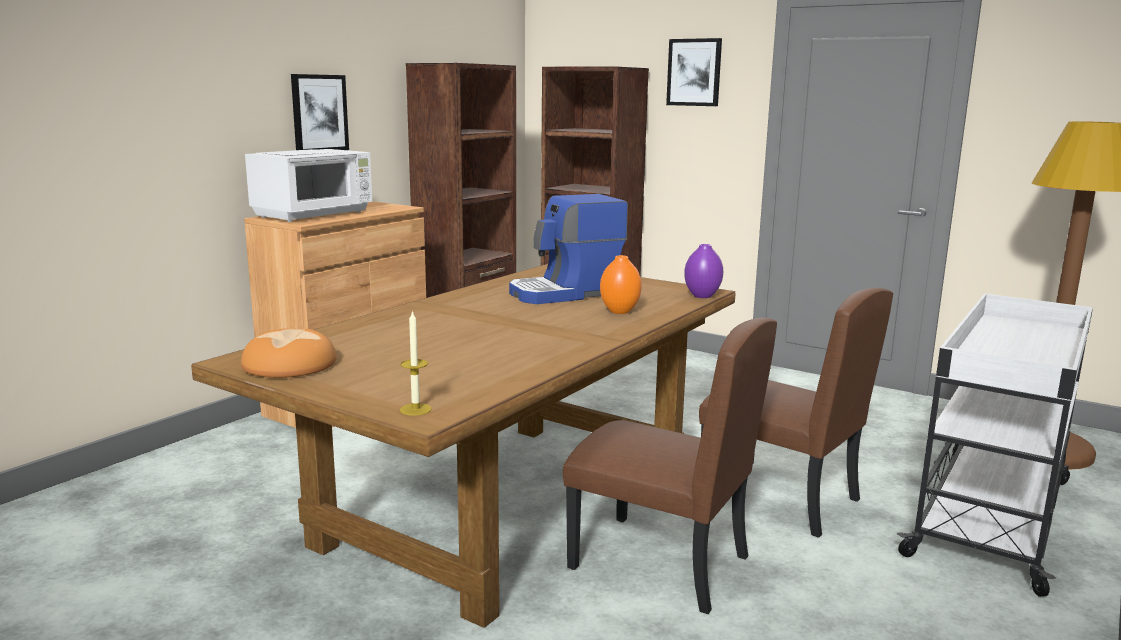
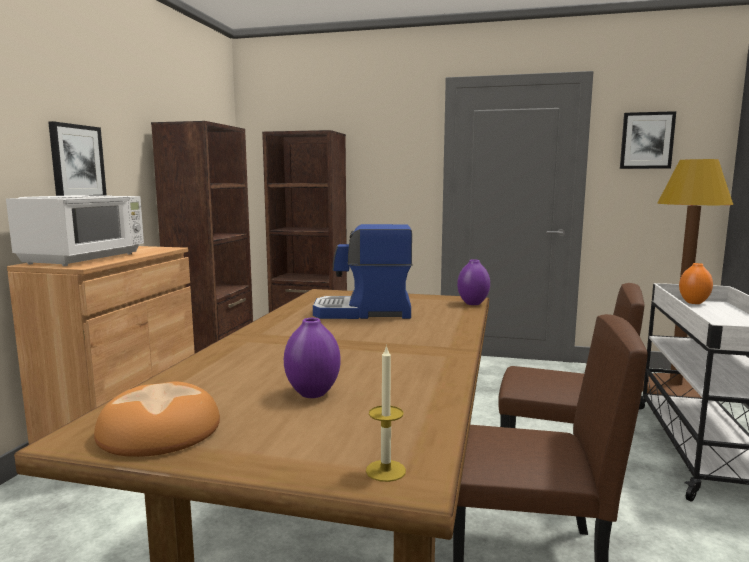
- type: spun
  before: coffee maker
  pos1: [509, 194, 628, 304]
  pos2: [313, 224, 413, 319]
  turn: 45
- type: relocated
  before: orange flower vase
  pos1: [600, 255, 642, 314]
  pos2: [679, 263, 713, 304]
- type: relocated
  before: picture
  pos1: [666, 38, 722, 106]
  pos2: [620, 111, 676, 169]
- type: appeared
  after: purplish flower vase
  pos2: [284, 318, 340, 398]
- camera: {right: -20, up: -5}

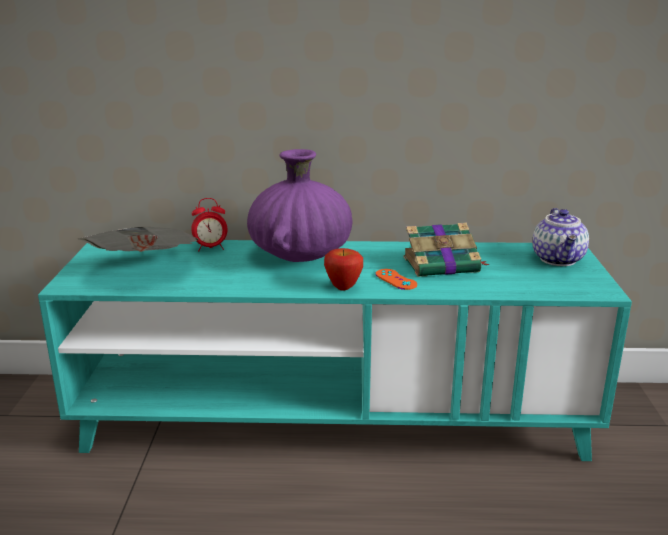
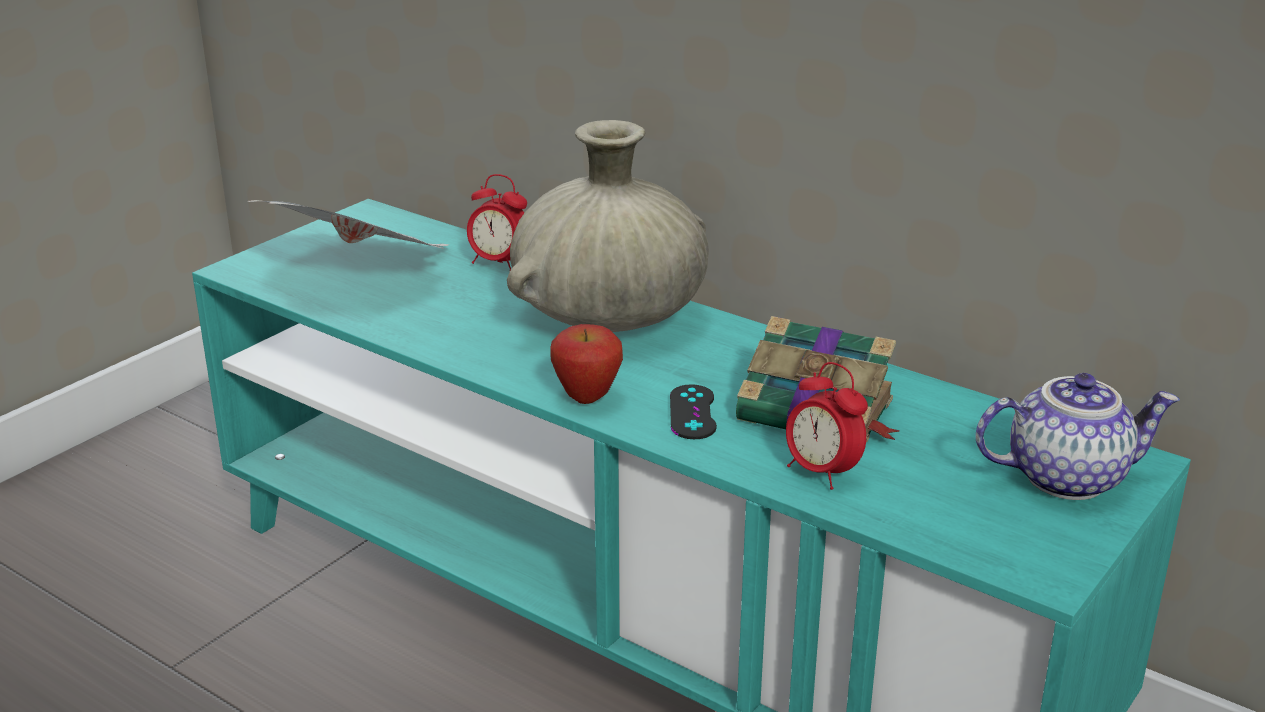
- type: colour
  before: purplish flower vase
  after: beige-coloured flower vase
  pos1: [247, 149, 352, 262]
  pos2: [507, 120, 709, 332]
- type: colour
  before: orange joypad
  after: black-coloured joypad
  pos1: [375, 269, 417, 290]
  pos2: [670, 384, 717, 439]
- type: spun
  before: tea pot
  pos1: [532, 208, 589, 266]
  pos2: [975, 373, 1180, 500]
  turn: -135
- type: appeared
  after: table clock
  pos2: [786, 362, 868, 490]
- camera: {right: 35, up: 5}

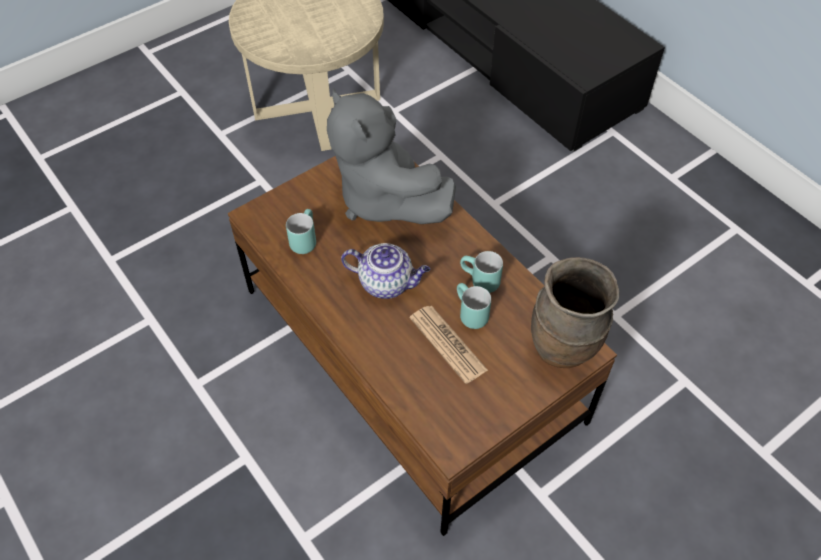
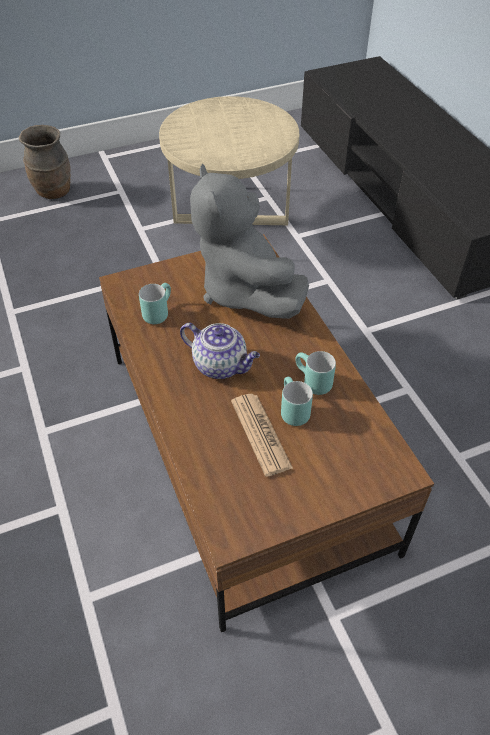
- type: relocated
  before: brown-coloured flower vase
  pos1: [531, 257, 620, 368]
  pos2: [19, 125, 71, 199]
- camera: {right: 15, up: -5}

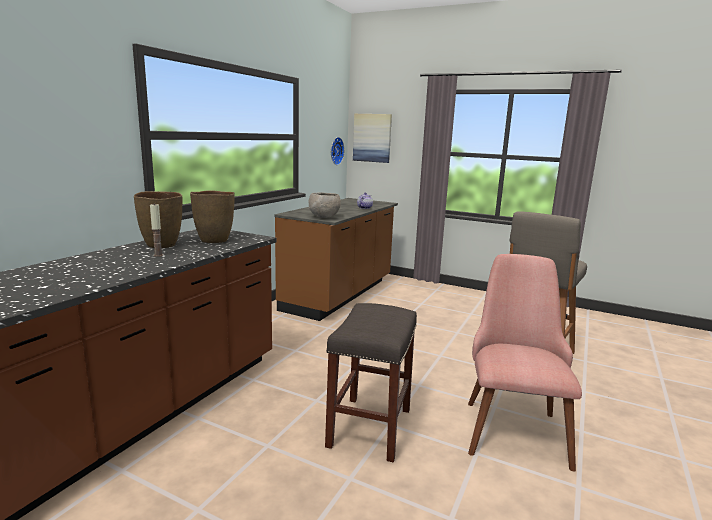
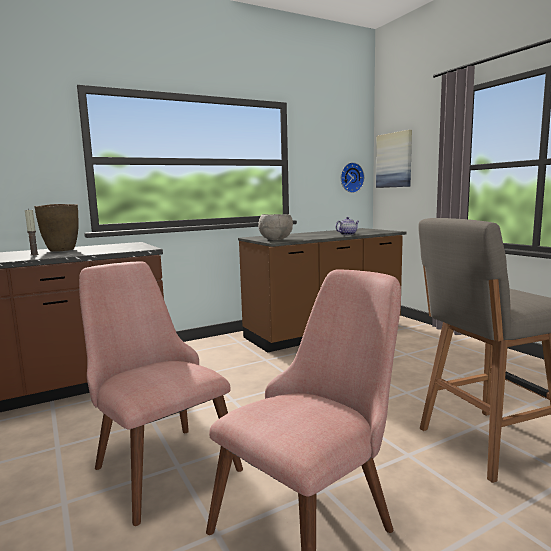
- type: missing
  before: brown-coloured flower vase
  pos1: [190, 190, 235, 243]
- type: exchanged
  before: gray stool
  after: pink-coloured plain chair
  pos1: [325, 303, 417, 463]
  pos2: [79, 261, 243, 526]
- camera: {right: 35, up: -5}

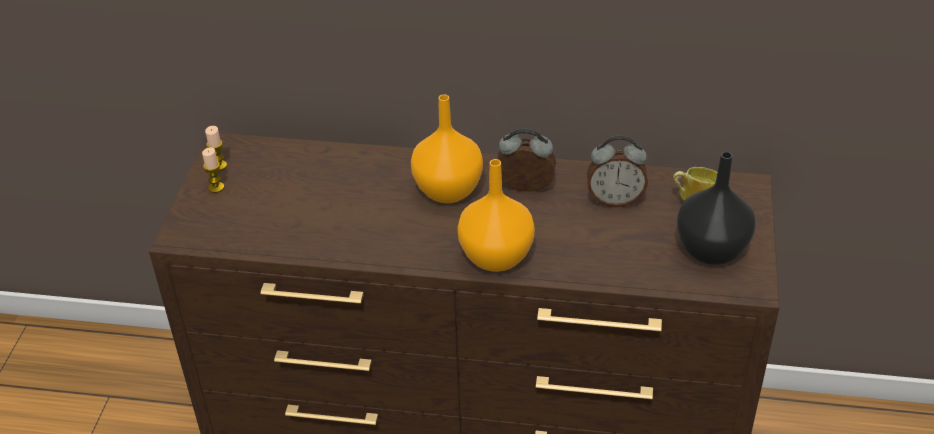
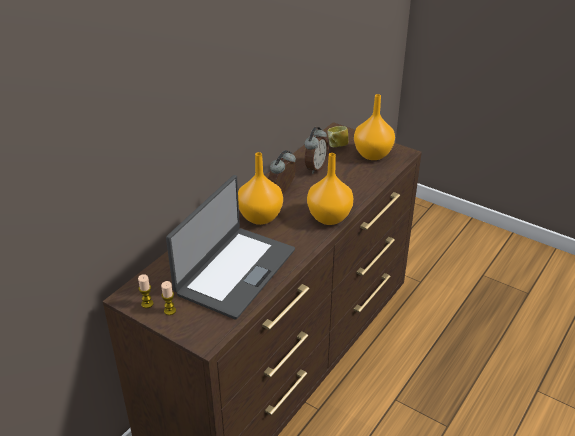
- type: colour
  before: black-coloured flower vase
  after: orange flower vase
  pos1: [677, 152, 756, 265]
  pos2: [354, 94, 395, 160]
- type: appeared
  after: notebook computer
  pos2: [166, 175, 295, 320]
- camera: {right: -65, up: -5}

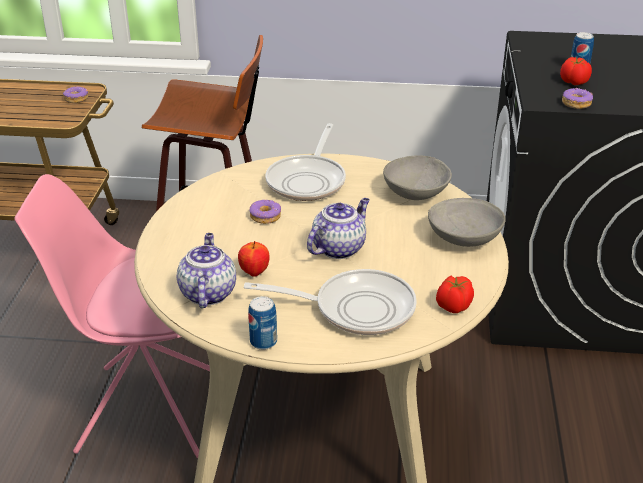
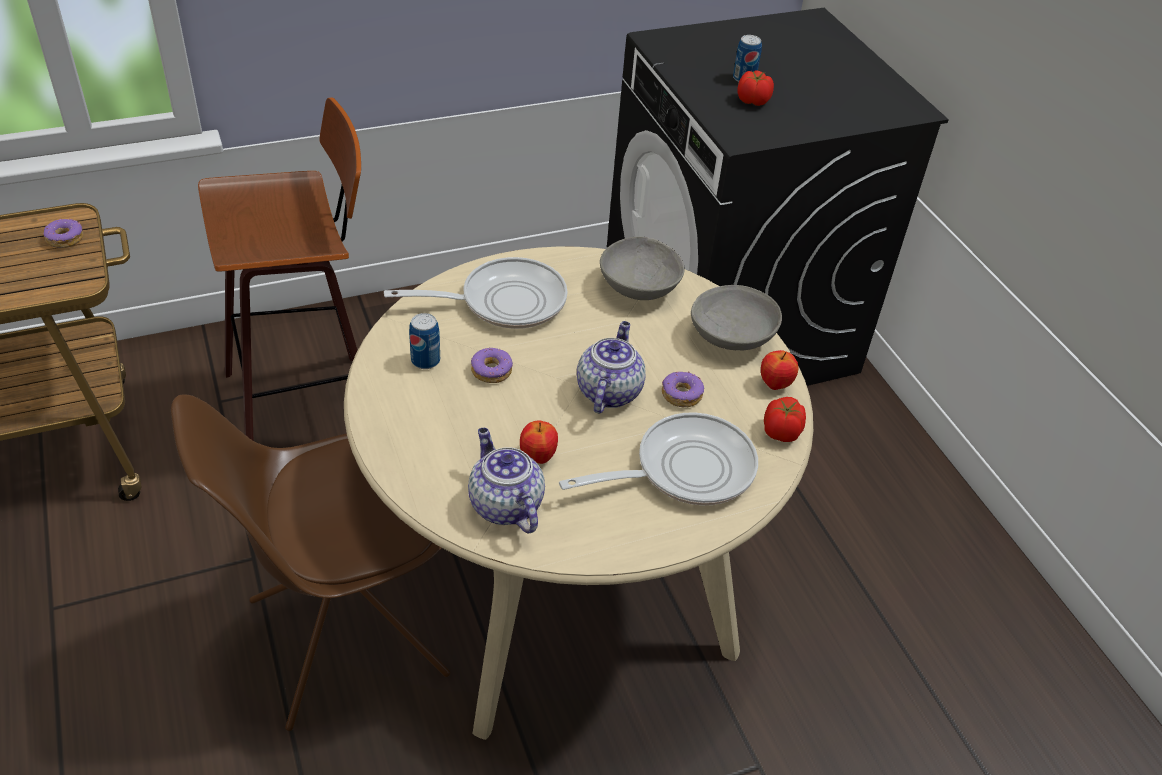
- type: colour
  before: pink-coloured plain chair
  after: brown-coloured plain chair
  pos1: [14, 174, 210, 458]
  pos2: [171, 394, 450, 731]
- type: relocated
  before: can
  pos1: [248, 296, 277, 350]
  pos2: [409, 313, 440, 369]
- type: spun
  before: skillet
  pos1: [266, 123, 346, 201]
  pos2: [384, 257, 567, 329]
  turn: -90
- type: relocated
  before: ring doughnut
  pos1: [562, 88, 593, 109]
  pos2: [662, 372, 704, 408]
- type: appeared
  after: apple fruit
  pos2: [761, 350, 798, 390]
- camera: {right: -30, up: 10}

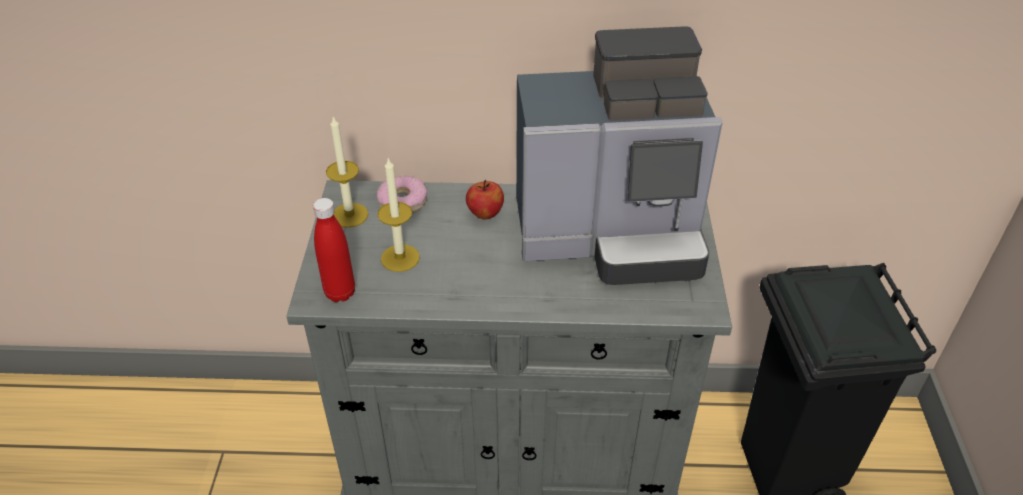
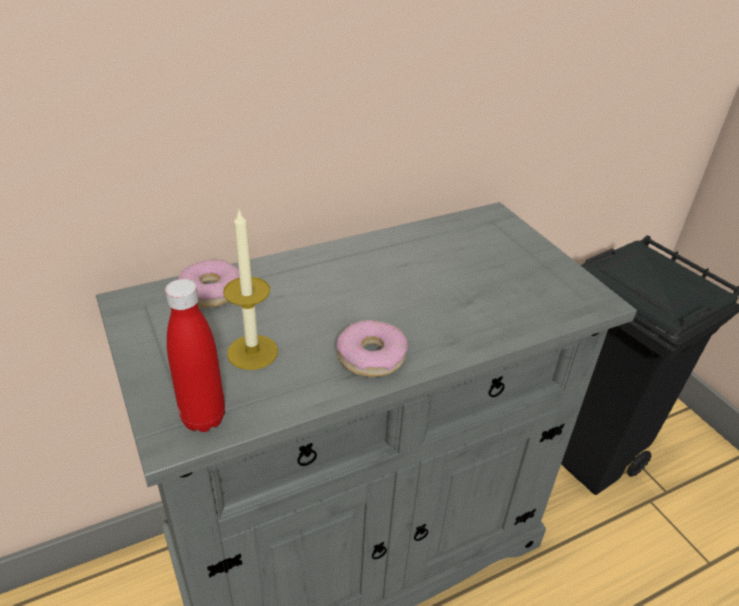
- type: missing
  before: wax light
  pos1: [326, 116, 368, 228]
- type: missing
  before: apple fruit
  pos1: [466, 180, 504, 219]
- type: missing
  before: coffee maker
  pos1: [516, 26, 723, 285]
- type: appeared
  after: ring doughnut
  pos2: [336, 320, 408, 377]
- camera: {right: -30, up: -5}

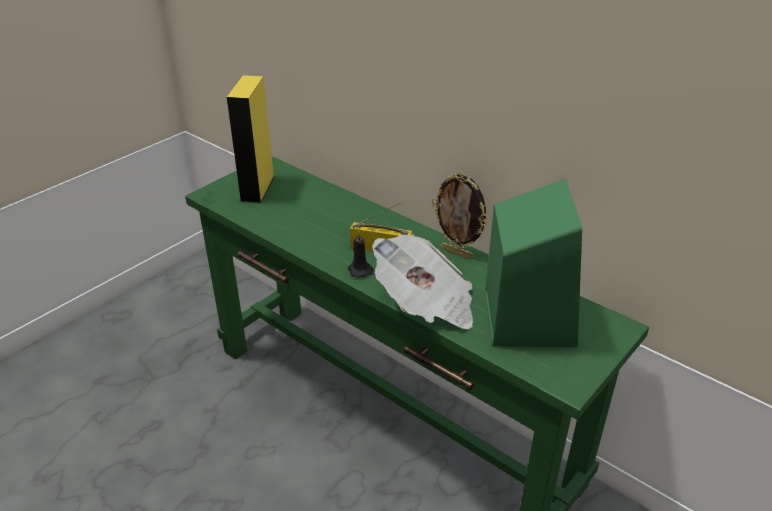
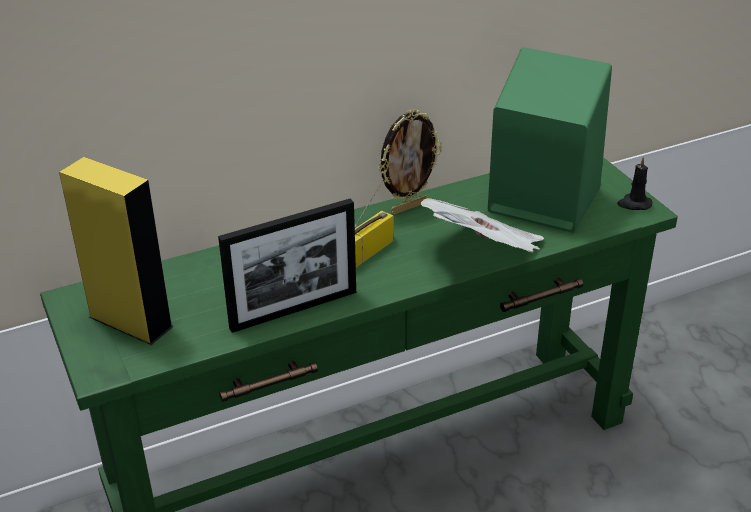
- type: relocated
  before: black-coloured wax light
  pos1: [348, 232, 373, 278]
  pos2: [617, 157, 652, 210]
- type: appeared
  after: standing frame
  pos2: [218, 199, 356, 333]
- camera: {right: -65, up: 0}

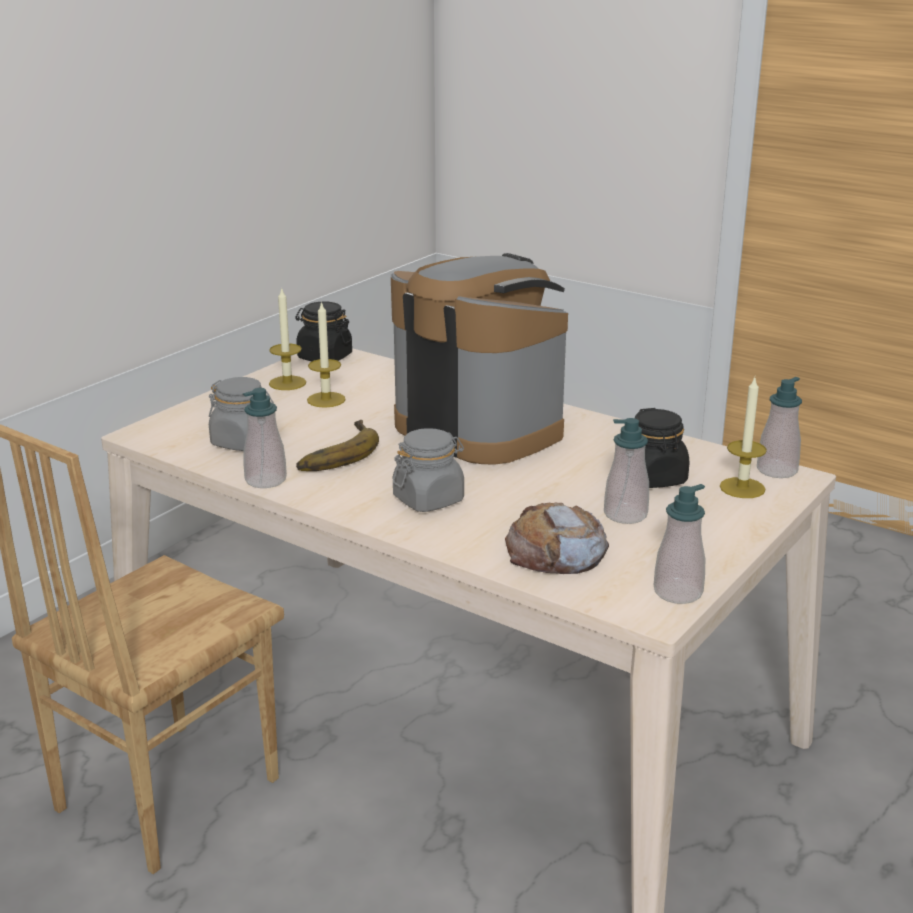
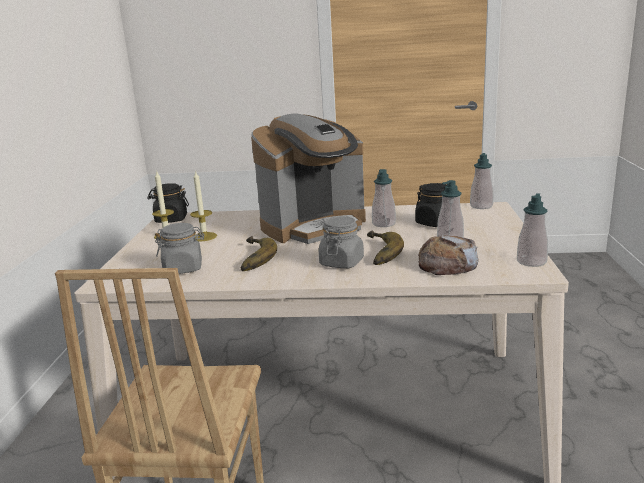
- type: relocated
  before: liquid soap bottle
  pos1: [243, 388, 287, 488]
  pos2: [372, 169, 396, 227]
- type: spun
  before: coffee maker
  pos1: [391, 253, 568, 465]
  pos2: [251, 113, 366, 244]
  turn: 135
- type: missing
  before: wax light
  pos1: [720, 378, 767, 498]
- type: appeared
  after: whole banana
  pos2: [367, 231, 404, 265]
- camera: {right: -30, up: -5}

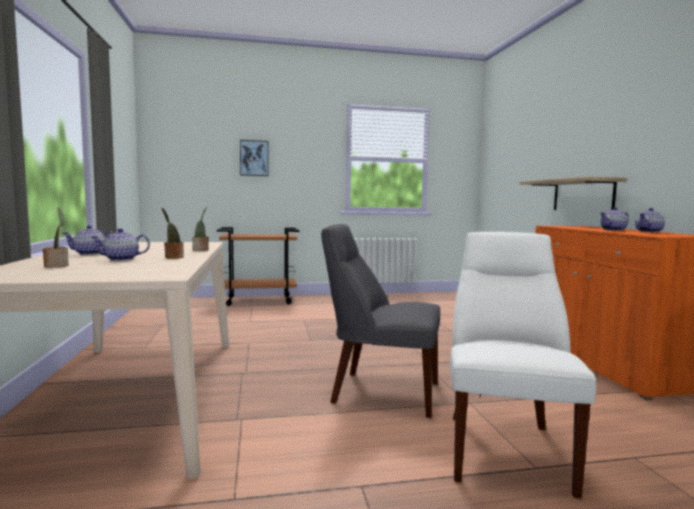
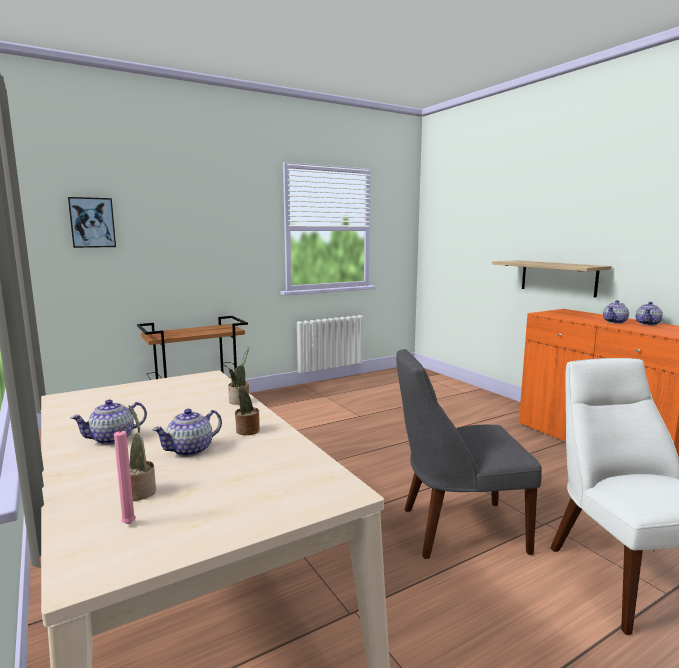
- type: relocated
  before: picture
  pos1: [240, 140, 269, 176]
  pos2: [68, 197, 116, 248]
- type: appeared
  after: pink-coloured wax light
  pos2: [114, 422, 136, 524]
- camera: {right: -20, up: 5}

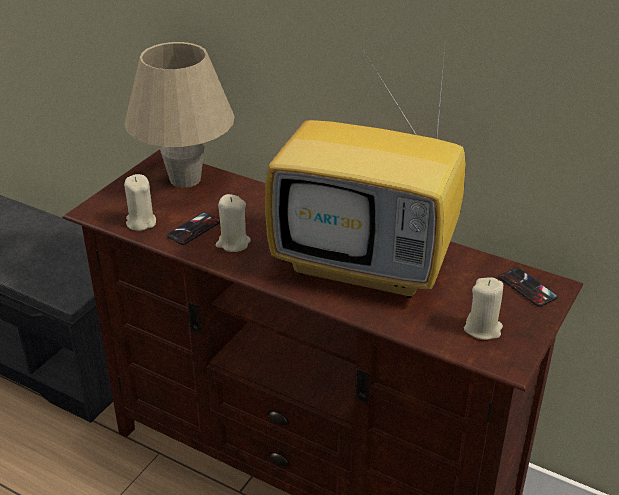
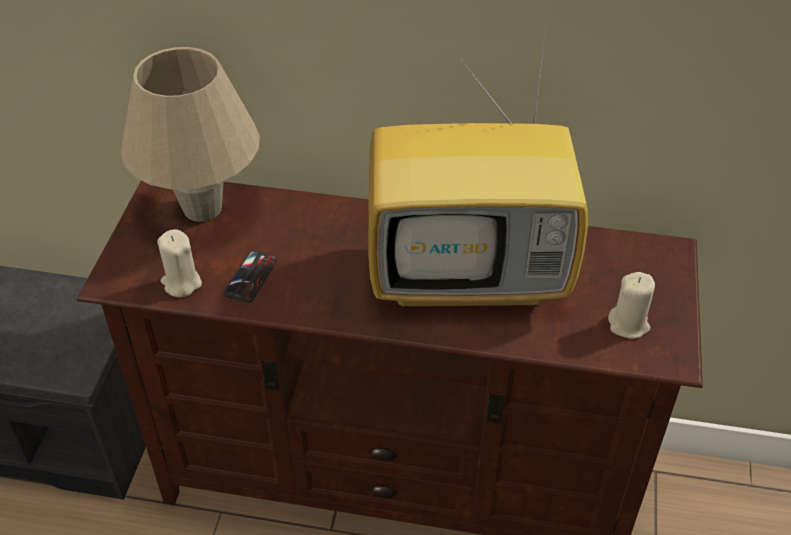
- type: missing
  before: beige-coloured wax light
  pos1: [216, 194, 251, 252]
- type: missing
  before: phone
  pos1: [498, 267, 558, 307]
- camera: {right: -20, up: 10}

